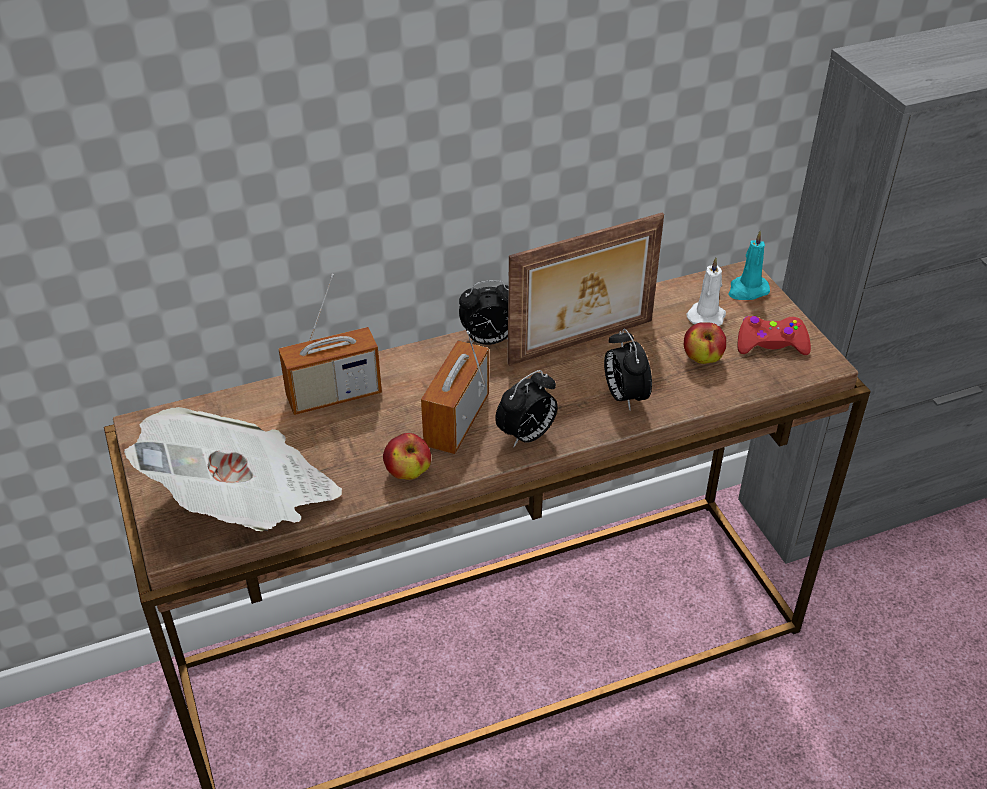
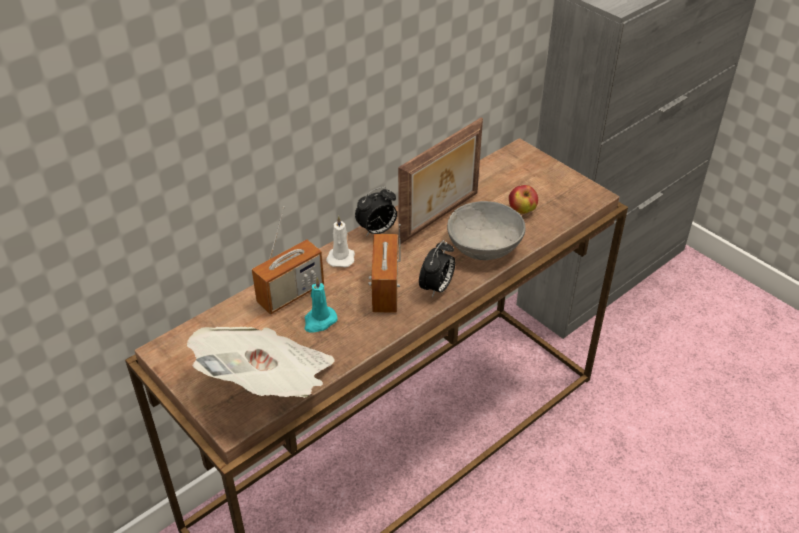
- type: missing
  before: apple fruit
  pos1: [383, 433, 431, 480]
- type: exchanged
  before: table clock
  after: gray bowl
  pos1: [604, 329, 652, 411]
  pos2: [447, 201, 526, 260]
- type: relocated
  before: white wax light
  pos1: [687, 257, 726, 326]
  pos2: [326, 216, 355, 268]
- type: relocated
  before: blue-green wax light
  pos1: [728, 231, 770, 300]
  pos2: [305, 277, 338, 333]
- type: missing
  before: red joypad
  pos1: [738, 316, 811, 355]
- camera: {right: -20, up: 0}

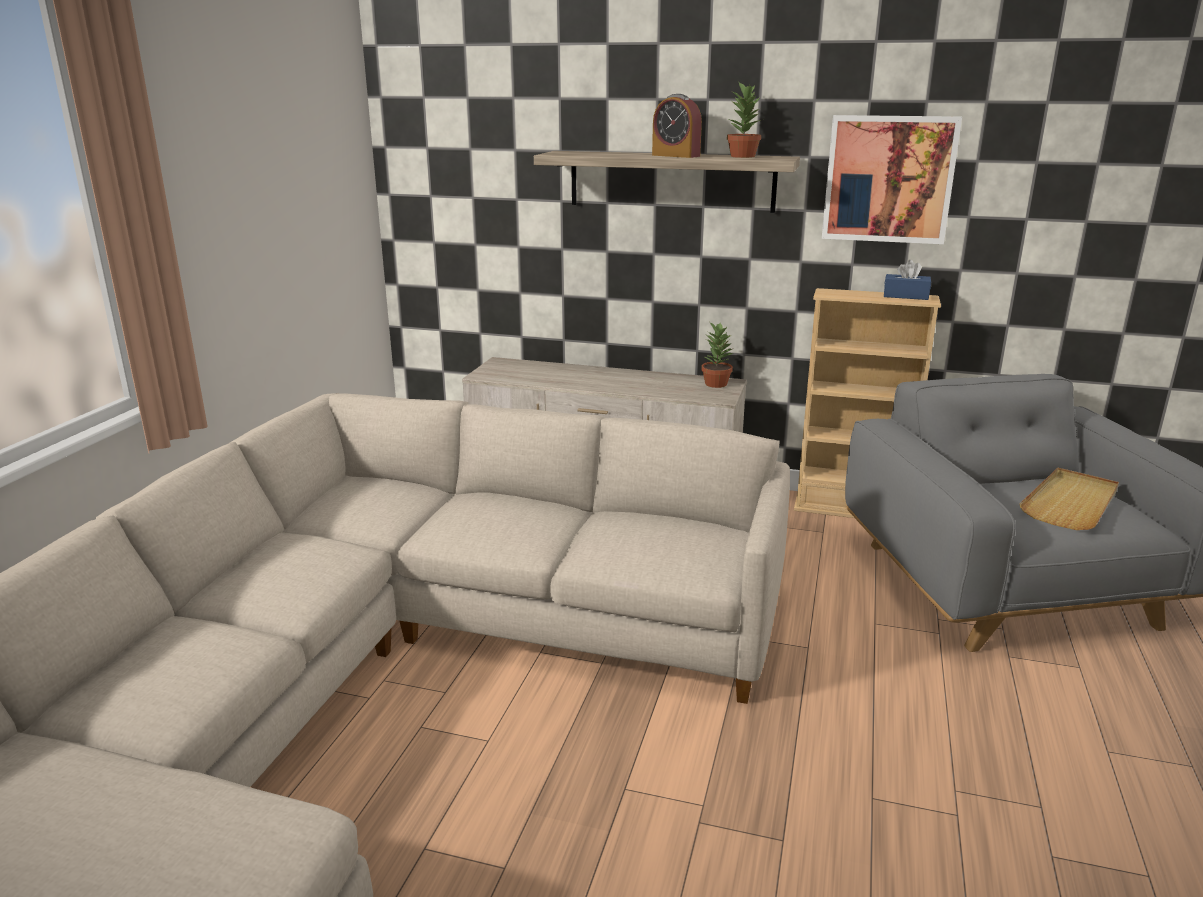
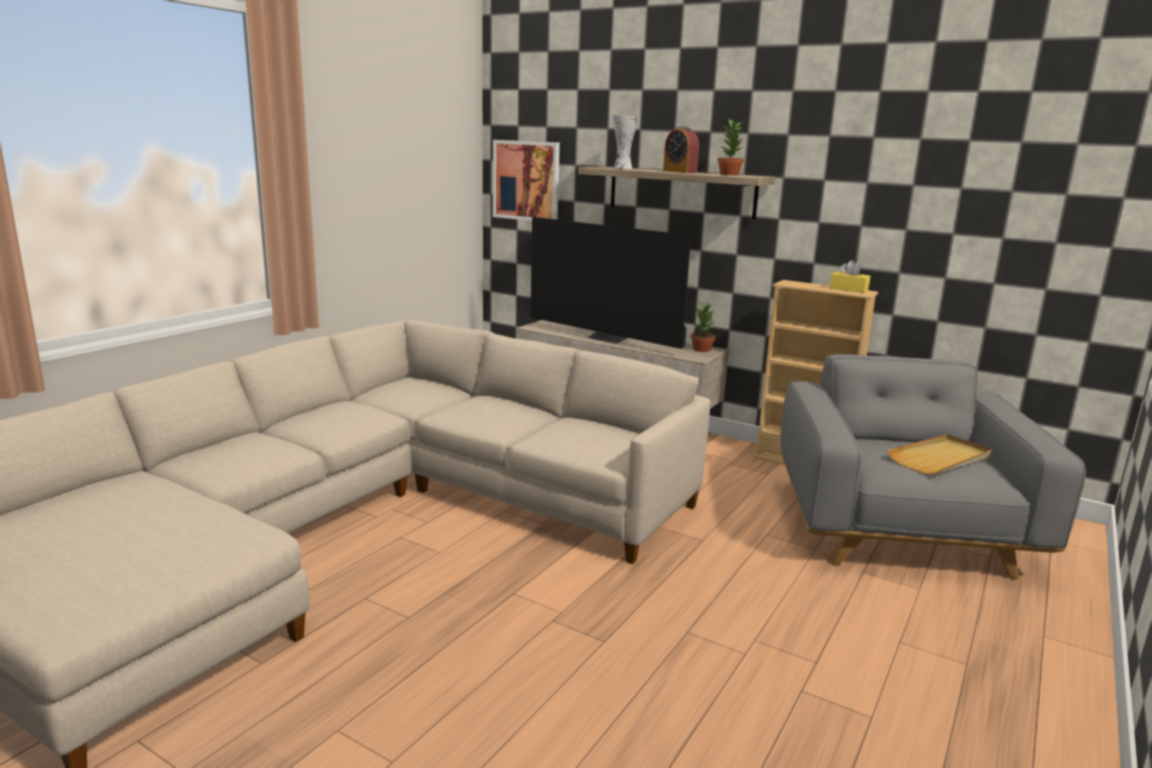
- type: relocated
  before: picture
  pos1: [822, 115, 962, 244]
  pos2: [493, 140, 560, 221]
- type: colour
  before: blue-coloured tissue holder
  after: yellow-coloured tissue holder
  pos1: [884, 260, 931, 300]
  pos2: [829, 260, 870, 293]
- type: appeared
  after: television
  pos2: [531, 217, 691, 349]
- type: appeared
  after: flower vase
  pos2: [613, 115, 638, 169]
- camera: {right: 15, up: -5}

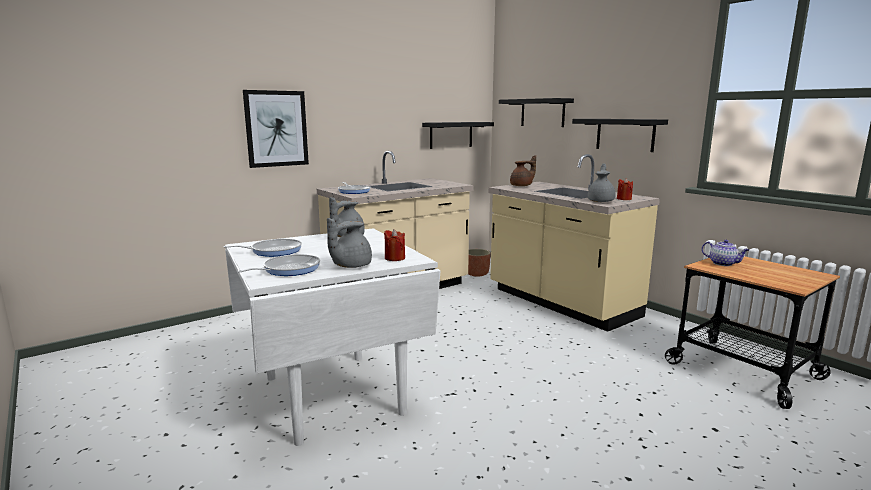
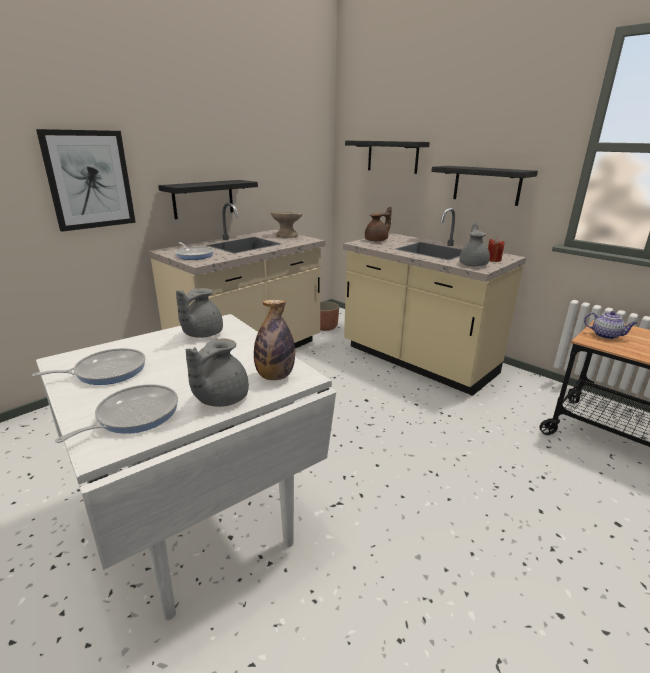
- type: exchanged
  before: red wax light
  after: drink bottle
  pos1: [384, 229, 405, 261]
  pos2: [254, 300, 295, 380]
- type: relocated
  before: black-coloured wall shelf
  pos1: [422, 122, 494, 149]
  pos2: [158, 180, 258, 219]
- type: appeared
  after: beige-coloured bowl
  pos2: [271, 212, 302, 238]
- camera: {right: -10, up: 10}

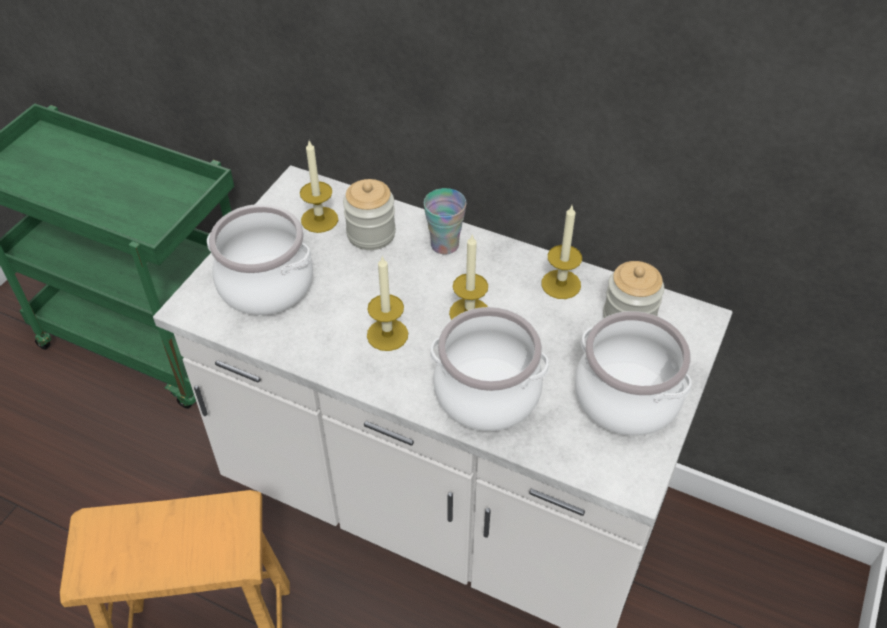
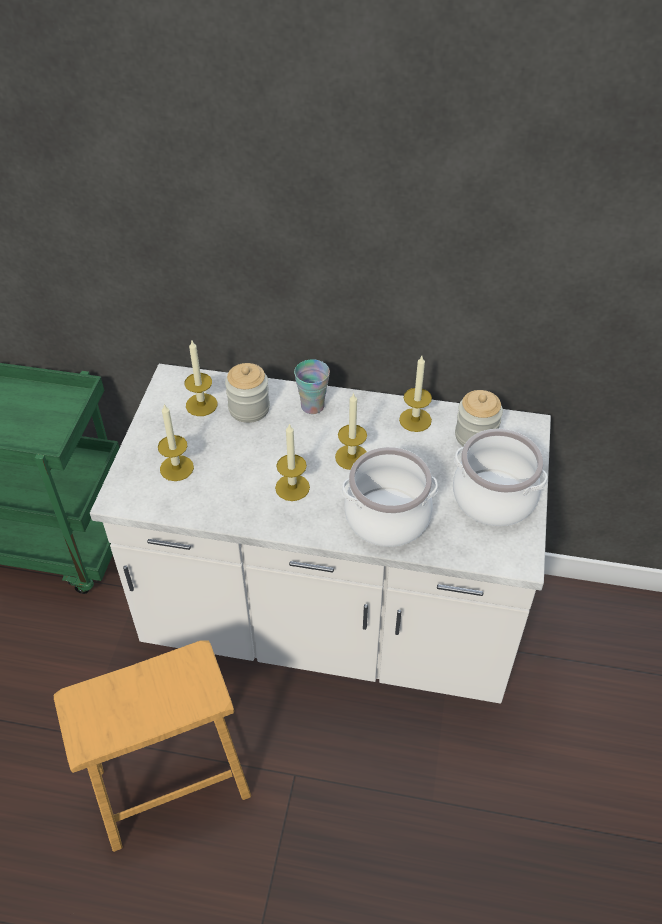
- type: exchanged
  before: stockpot
  after: wax light
  pos1: [207, 204, 313, 315]
  pos2: [158, 404, 194, 481]
- camera: {right: -15, up: 0}

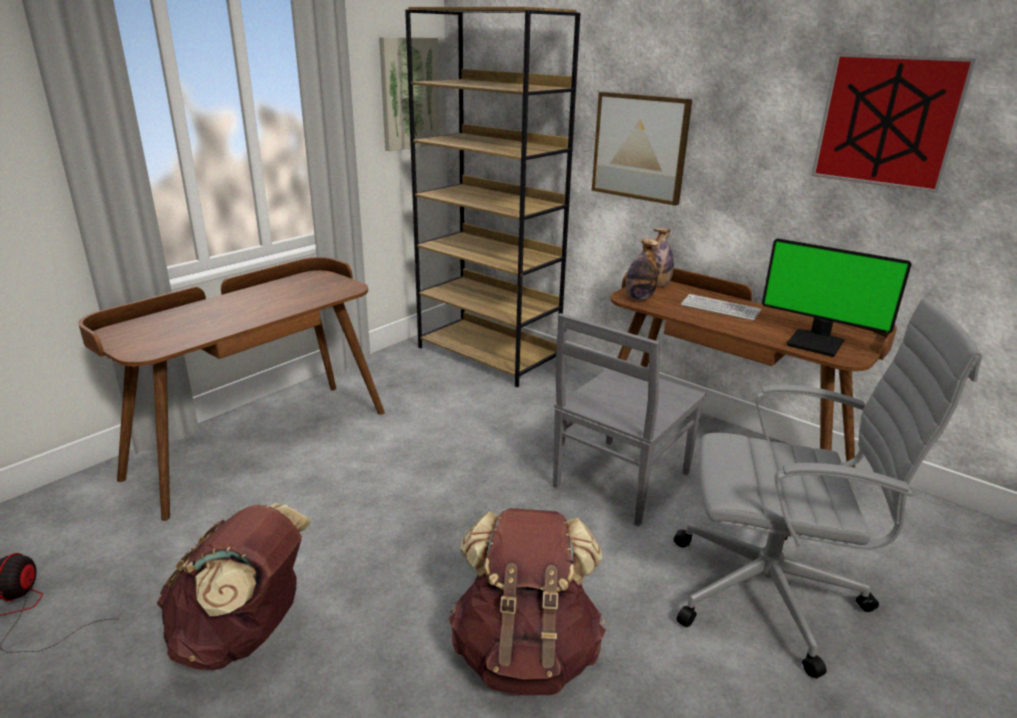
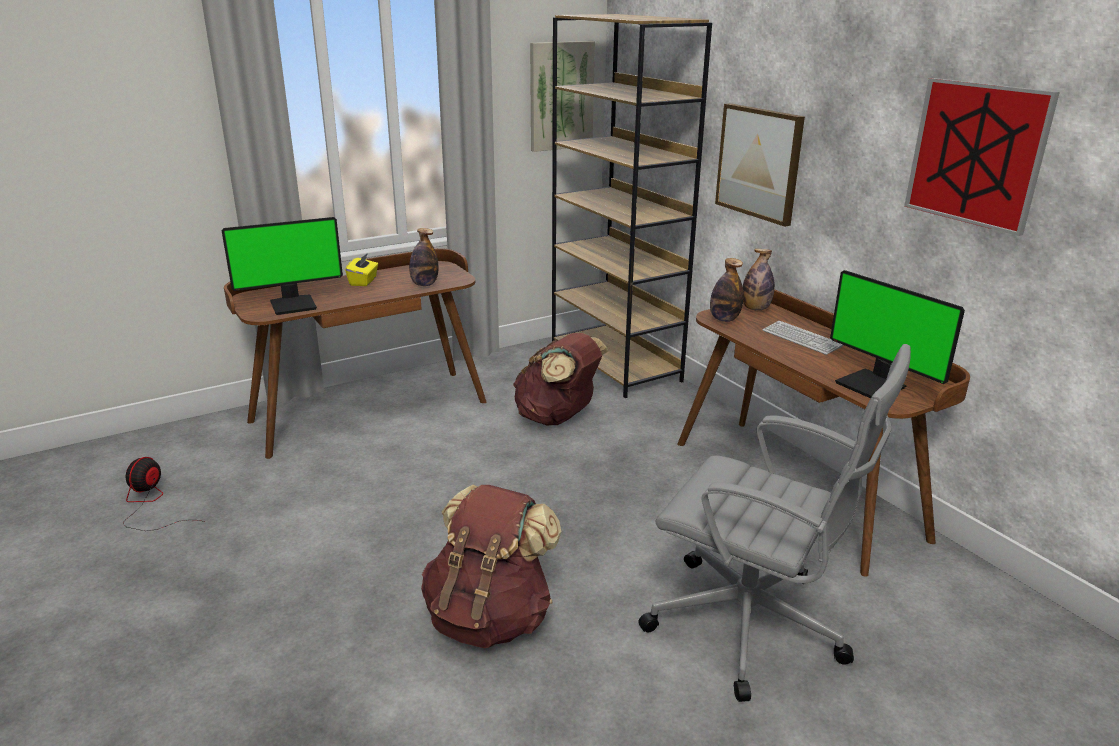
- type: relocated
  before: brown-coloured knapsack
  pos1: [157, 503, 312, 670]
  pos2: [513, 333, 608, 425]
- type: missing
  before: gray plain chair
  pos1: [553, 313, 706, 526]
- type: appeared
  after: computer display
  pos2: [222, 217, 343, 315]
- type: appeared
  after: yellow-coloured tissue holder
  pos2: [345, 253, 378, 286]
- type: appeared
  after: drink bottle
  pos2: [409, 228, 438, 286]
- camera: {right: 20, up: 0}

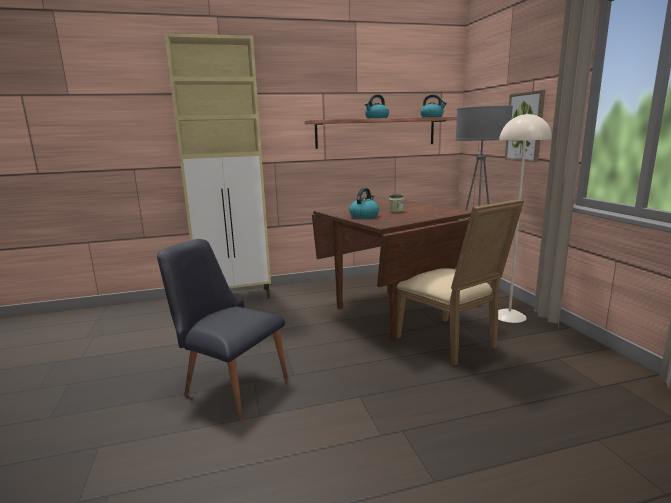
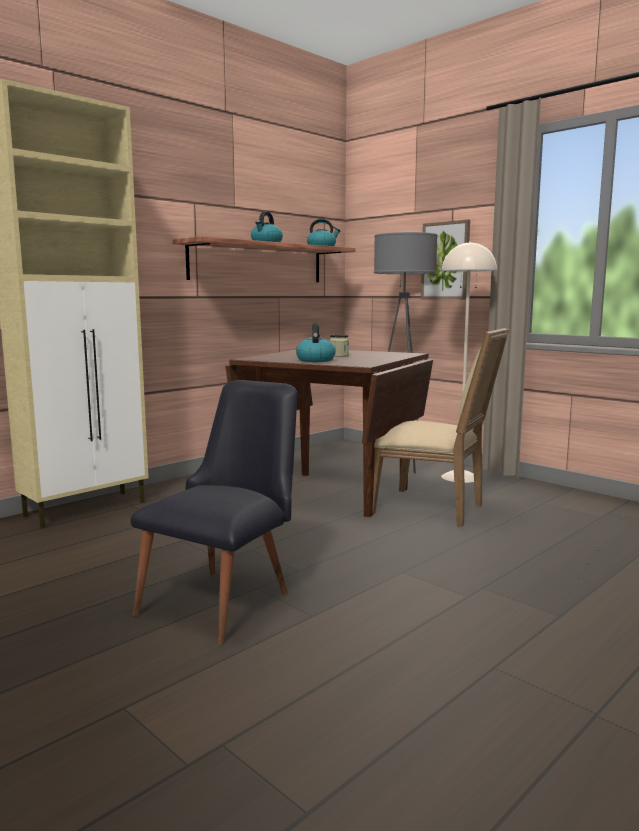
- type: spun
  before: black-coloured plain chair
  pos1: [157, 239, 289, 421]
  pos2: [130, 380, 297, 645]
  turn: 120
- camera: {right: -30, up: -5}

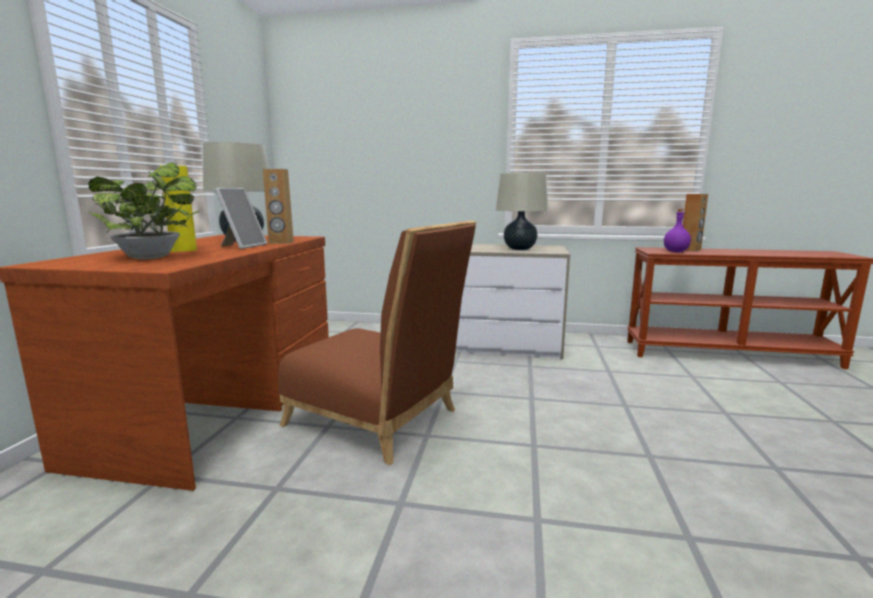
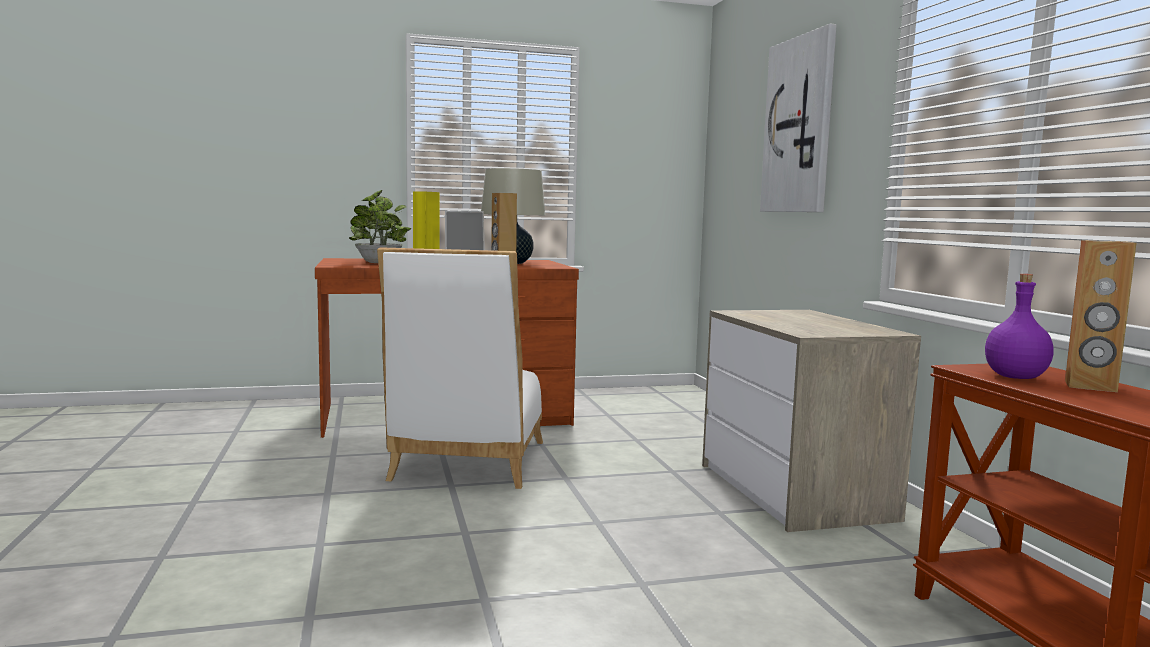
- type: colour
  before: brown-coloured plain chair
  after: white plain chair
  pos1: [278, 221, 476, 465]
  pos2: [377, 247, 543, 489]
- type: missing
  before: beige-coloured lamp for a table
  pos1: [496, 173, 548, 250]
- type: appeared
  after: picture
  pos2: [760, 24, 837, 212]
- camera: {right: 65, up: -5}

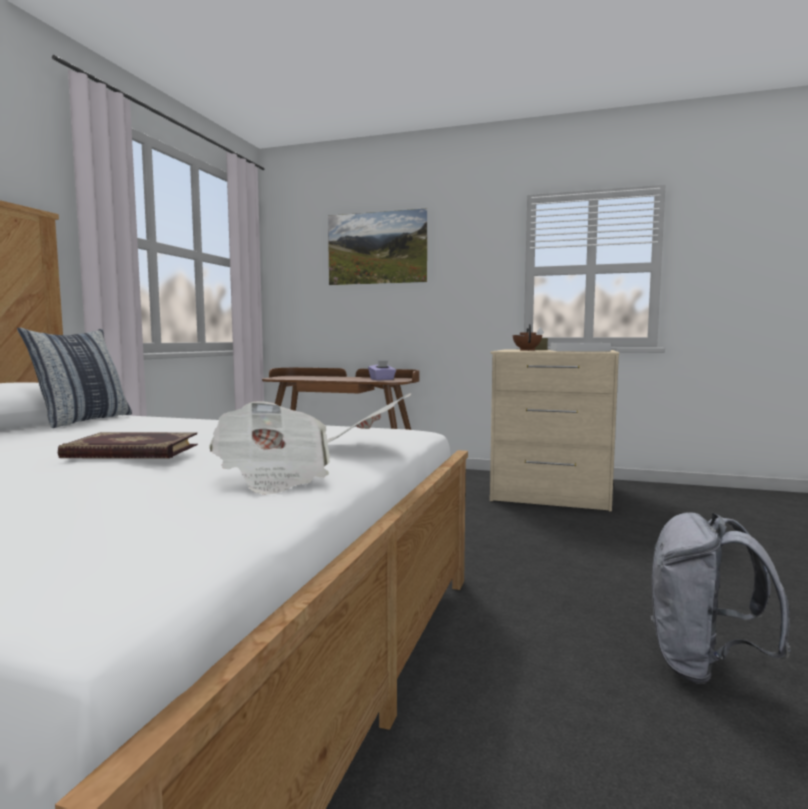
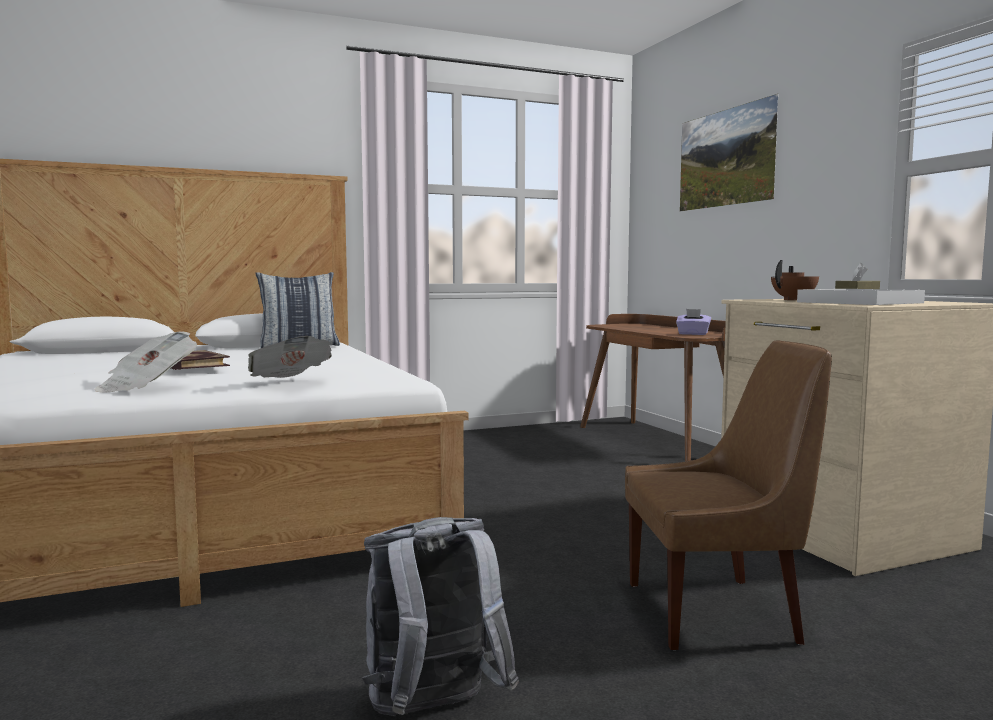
- type: appeared
  after: brown-coloured plain chair
  pos2: [625, 341, 832, 650]
- camera: {right: 50, up: 0}

